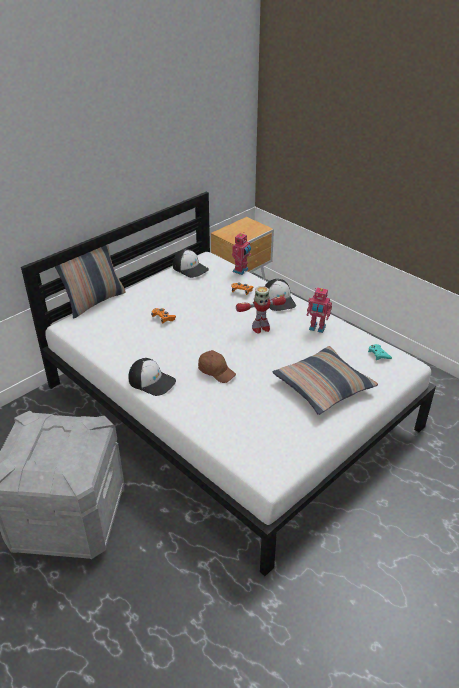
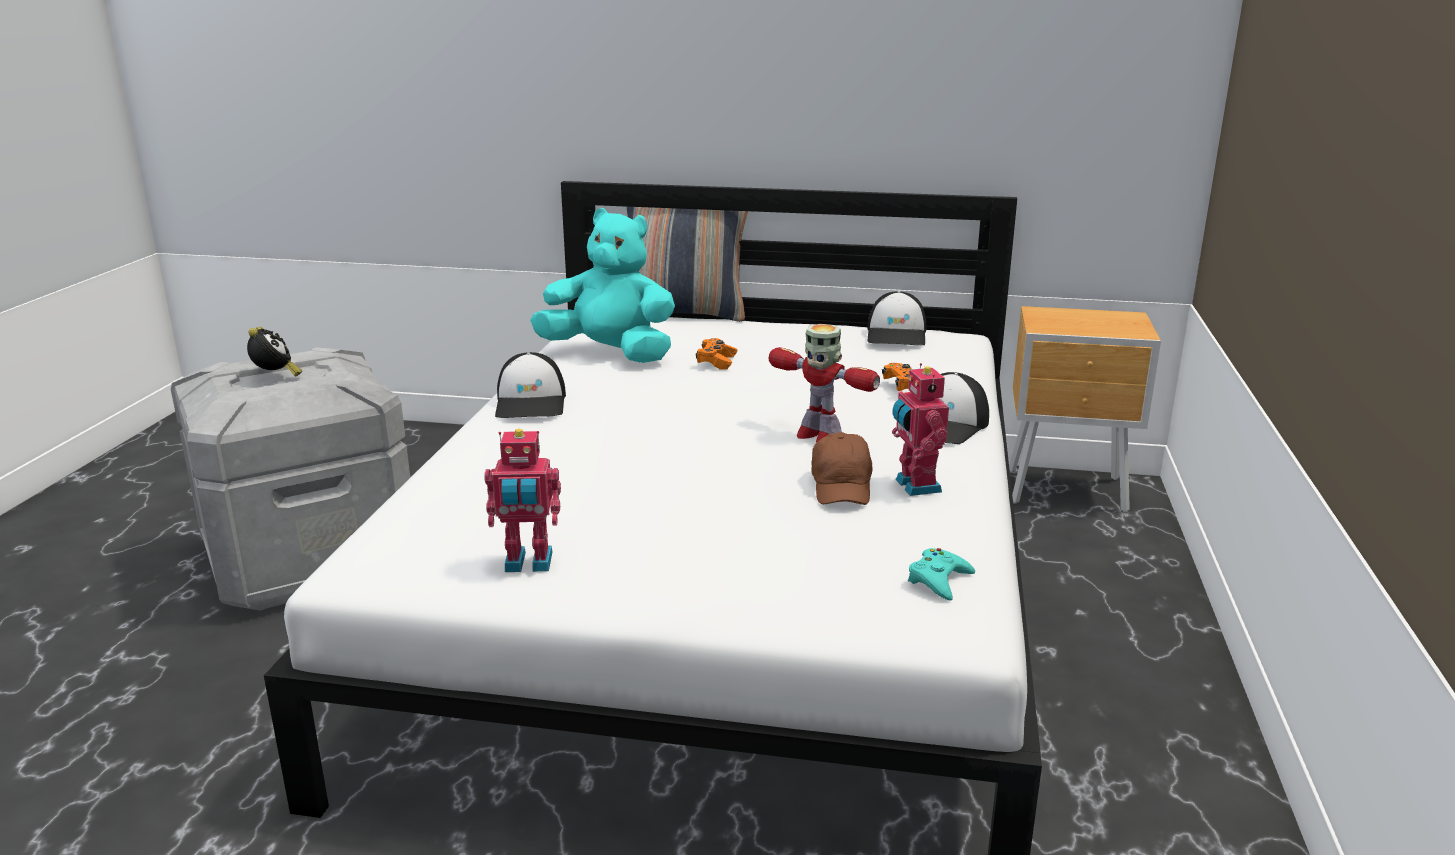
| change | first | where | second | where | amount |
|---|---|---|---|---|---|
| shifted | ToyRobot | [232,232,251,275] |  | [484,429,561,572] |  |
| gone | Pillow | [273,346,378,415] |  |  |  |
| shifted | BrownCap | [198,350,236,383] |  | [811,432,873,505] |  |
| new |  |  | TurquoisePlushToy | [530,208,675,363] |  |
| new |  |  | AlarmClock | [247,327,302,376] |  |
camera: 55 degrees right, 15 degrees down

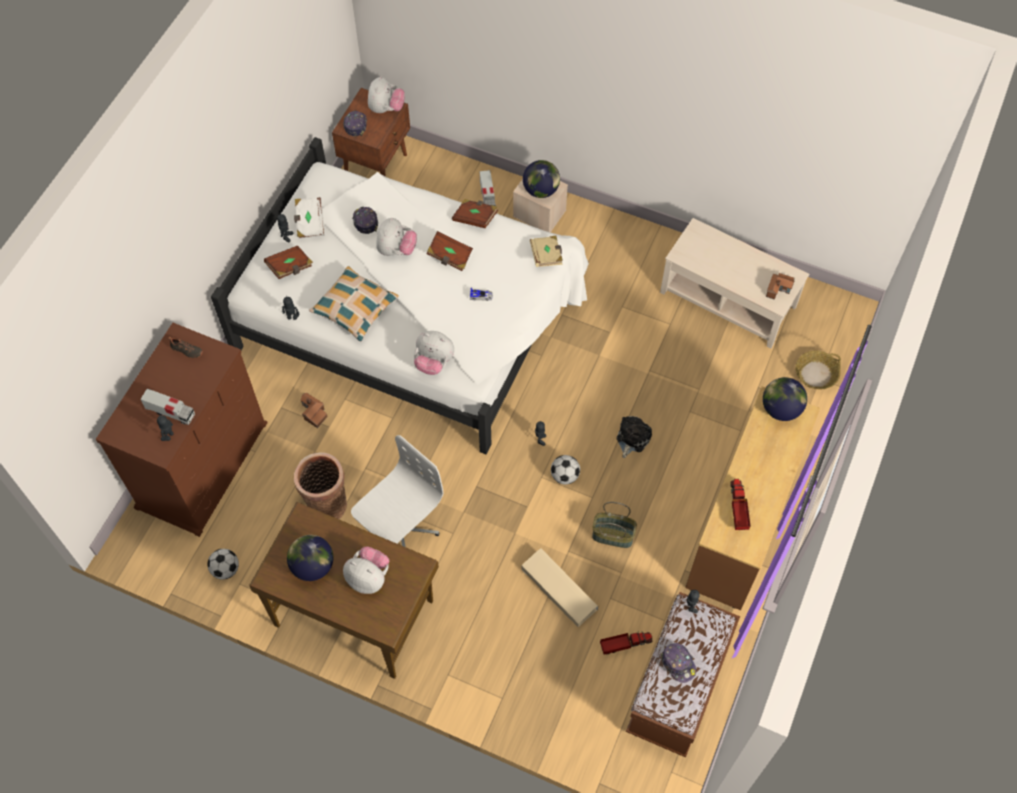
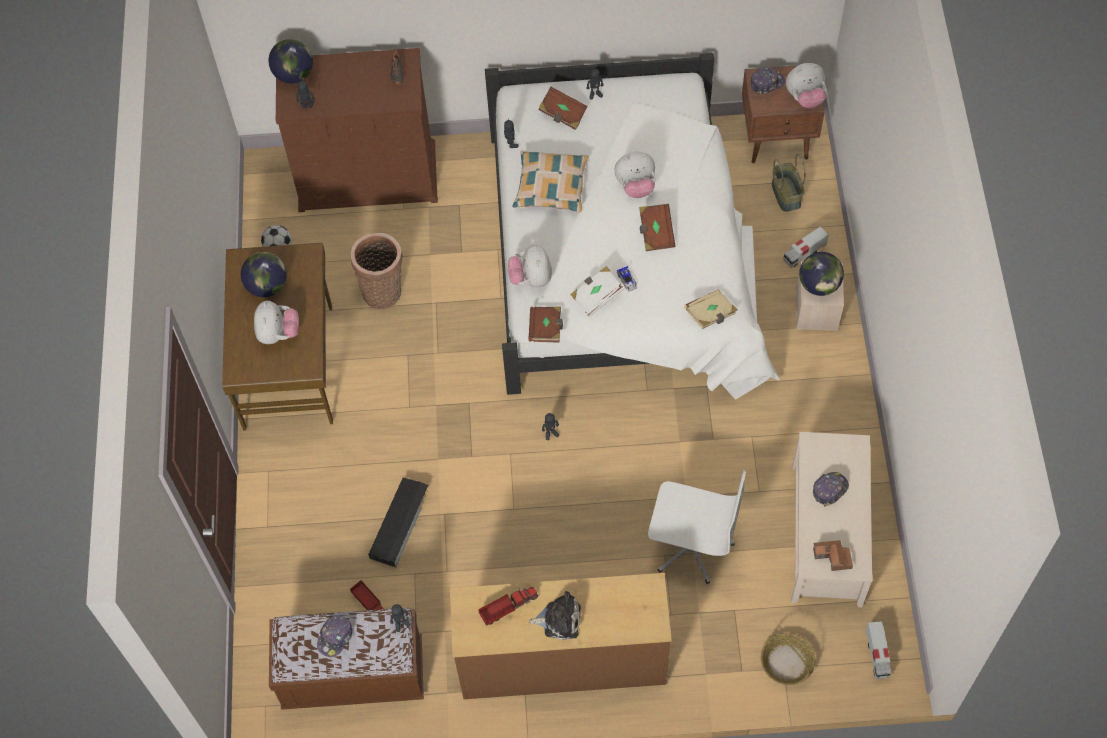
| change | first | where | second | where | amount |
|---|---|---|---|---|---|
| shifted | WhiteBook | [294,197,325,238] |  | [570,266,624,317] |  |
| shifted | BrownBook | [452,199,498,228] |  | [528,306,563,343] |  |
| shifted | Cap | [352,207,378,234] |  | [813,472,849,507] |  |
| shifted | Globe | [763,377,807,421] |  | [269,39,313,84] |  |
| shifted | ToyTruck | [140,388,195,425] |  | [866,621,891,679] |  |
| gone | ToyHouse | [300,393,328,428] |  |  |  |
| shifted | PlushToy | [617,416,652,458] |  | [529,591,581,640] |  |
| shifted | WhiteOfficeChair | [351,435,443,547] |  | [648,470,746,584] |  |
| gone | Football | [551,455,580,485] |  |  |  |
| shifted | Basket | [592,502,637,548] |  | [772,154,806,212] |  |
| repainted | BeigeStorageBox | [521,548,598,627] | BlackStorageBox | [368,478,428,567] |  |
camera: 65 degrees right, 0 degrees up

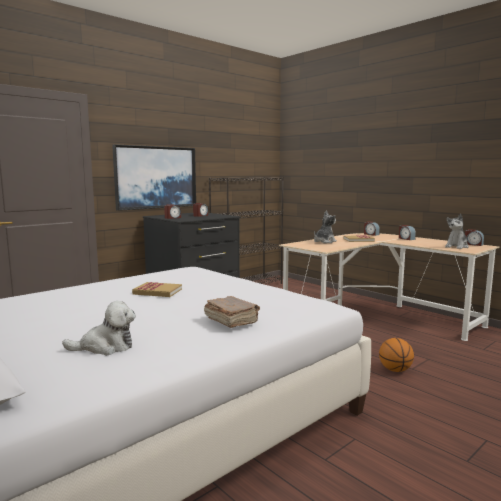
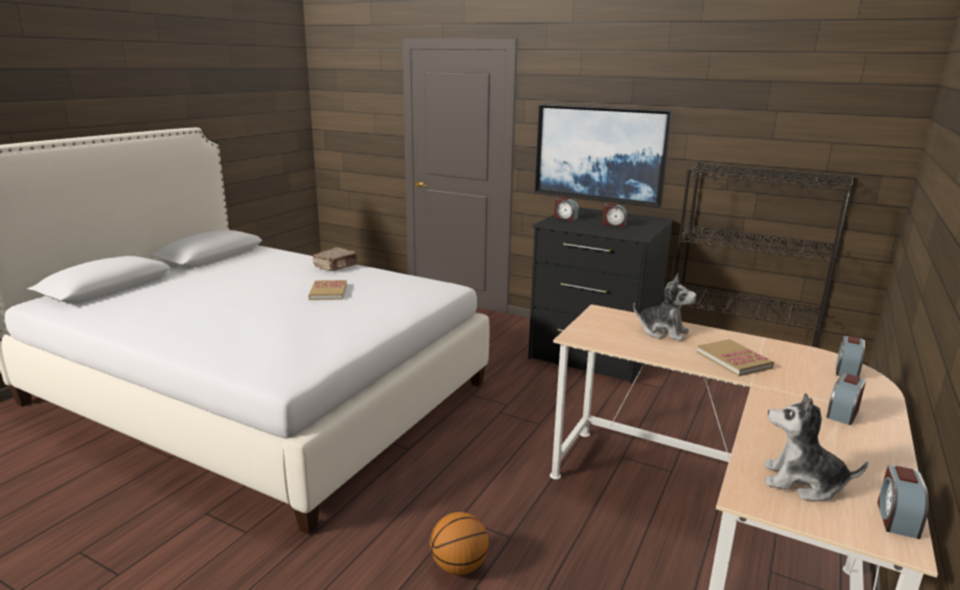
| change | first | where | second | where | amount |
|---|---|---|---|---|---|
| shifted | BrownBook | [204,296,260,328] |  | [313,247,358,271] |  |
| gone | PlushToy | [62,301,136,356] |  |  |  |
camera: 70 degrees right, 10 degrees up

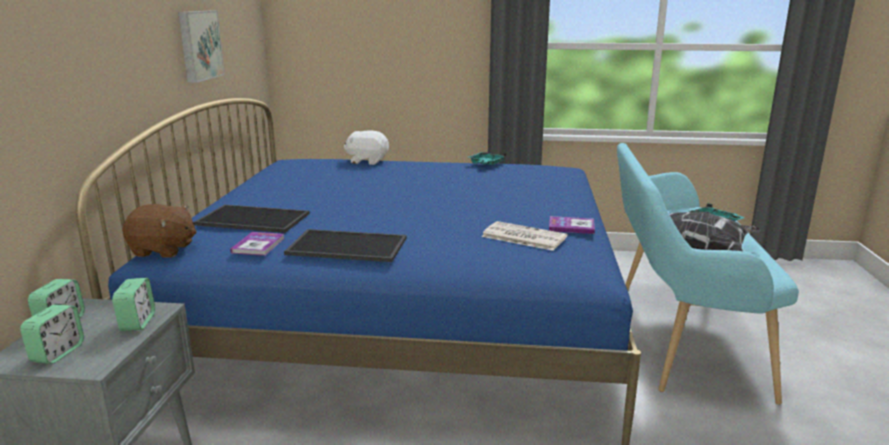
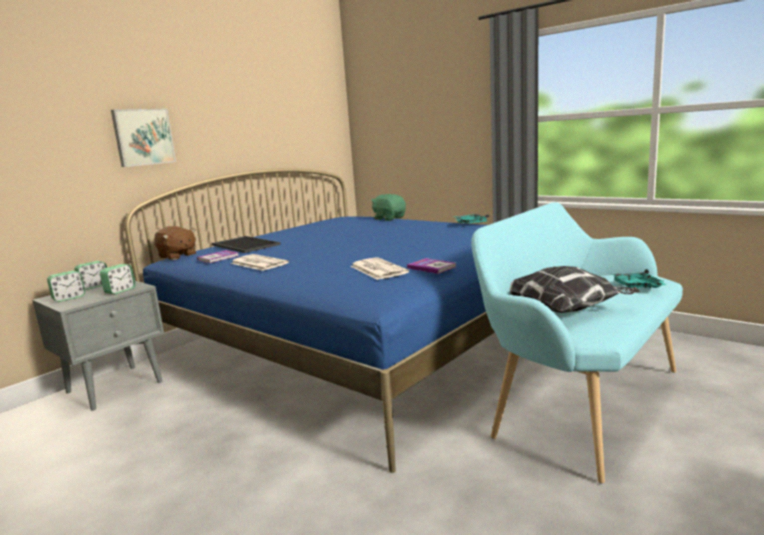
| change | first | where | second | where | amount |
|---|---|---|---|---|---|
| shifted | Picture | [178,11,225,83] |  | [111,109,176,167] |  |
| repainted | WhitePlushToy | [343,130,389,165] | GreenPlushToy | [371,194,406,221] |  |
| swapped | Tray | [284,229,407,262] | Newspaper | [230,254,289,271] |  |
camera: 35 degrees right, 5 degrees down

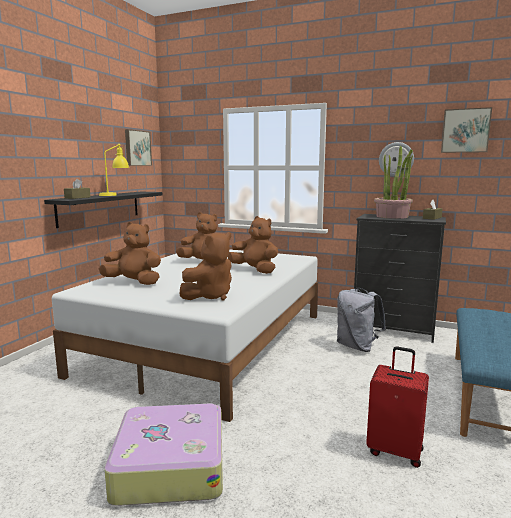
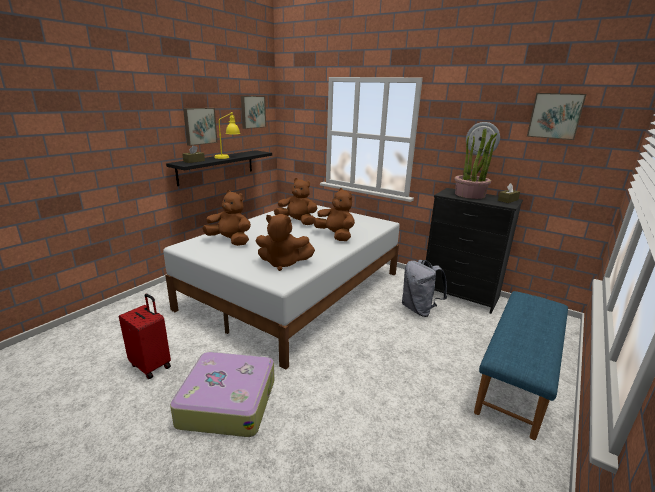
| change | first | where | second | where | amount |
|---|---|---|---|---|---|
| rotated | BrownPlushToy | [180,232,232,301] |  | [256,214,315,271] | 45 degrees clockwise |
| shifted | RedSuitcase | [366,346,429,468] |  | [119,294,171,379] |  |
| new |  |  | Picture | [183,108,218,146] |  |
camera: 10 degrees right, 10 degrees up

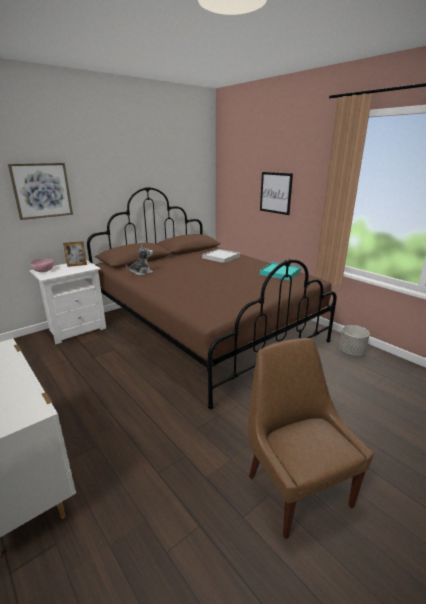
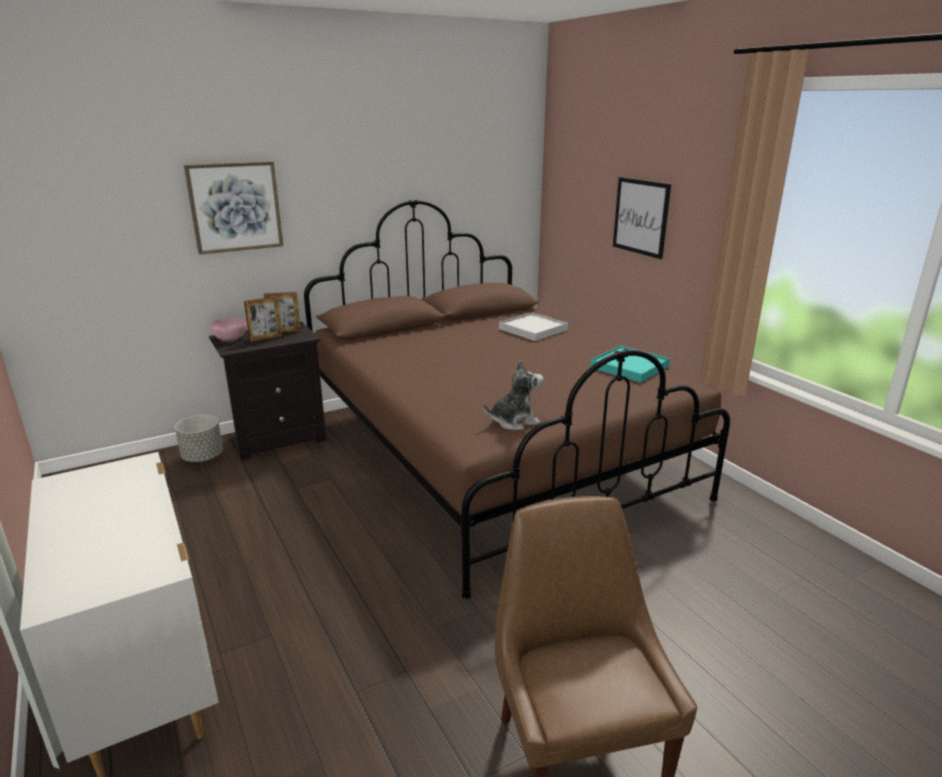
| change | first | where | second | where | amount |
|---|---|---|---|---|---|
| shifted | PlushToy | [126,243,153,276] |  | [483,360,543,430] |  |
| repainted | WhiteNightstand | [29,260,106,344] | BlackNightstand | [209,322,326,461] |  |
| shifted | GreyPlanter | [339,325,370,356] |  | [175,415,223,462] |  |
| new |  |  | PictureFrame | [244,296,283,342] |  |
camera: 10 degrees right, 0 degrees up

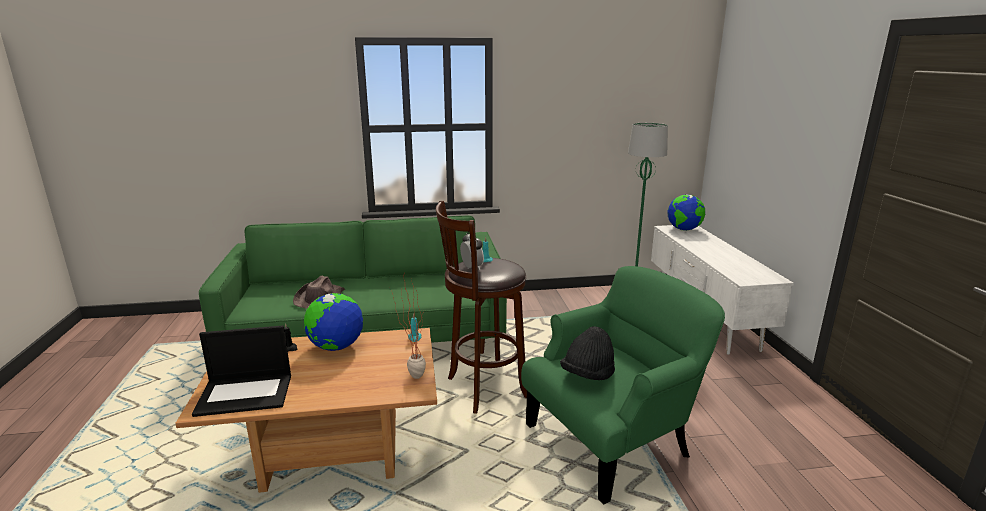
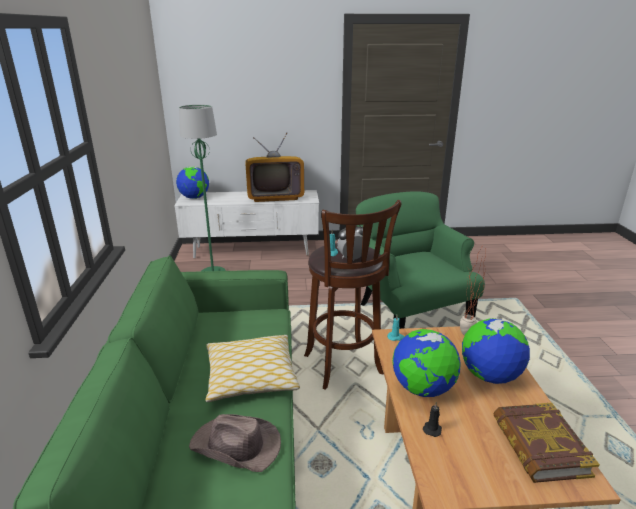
| change | first | where | second | where | amount |
|---|---|---|---|---|---|
| swapped | Laptop | [192,325,291,417] | Book | [494,403,600,483] |  |
| gone | BlackHat | [560,326,615,380] |  |  |  |
| new |  |  | Television | [245,132,304,202] |  |
| new |  |  | Globe | [462,318,530,384] |  |
| new |  |  | Pillow | [205,335,300,402] |  |
camera: 85 degrees left, 5 degrees up

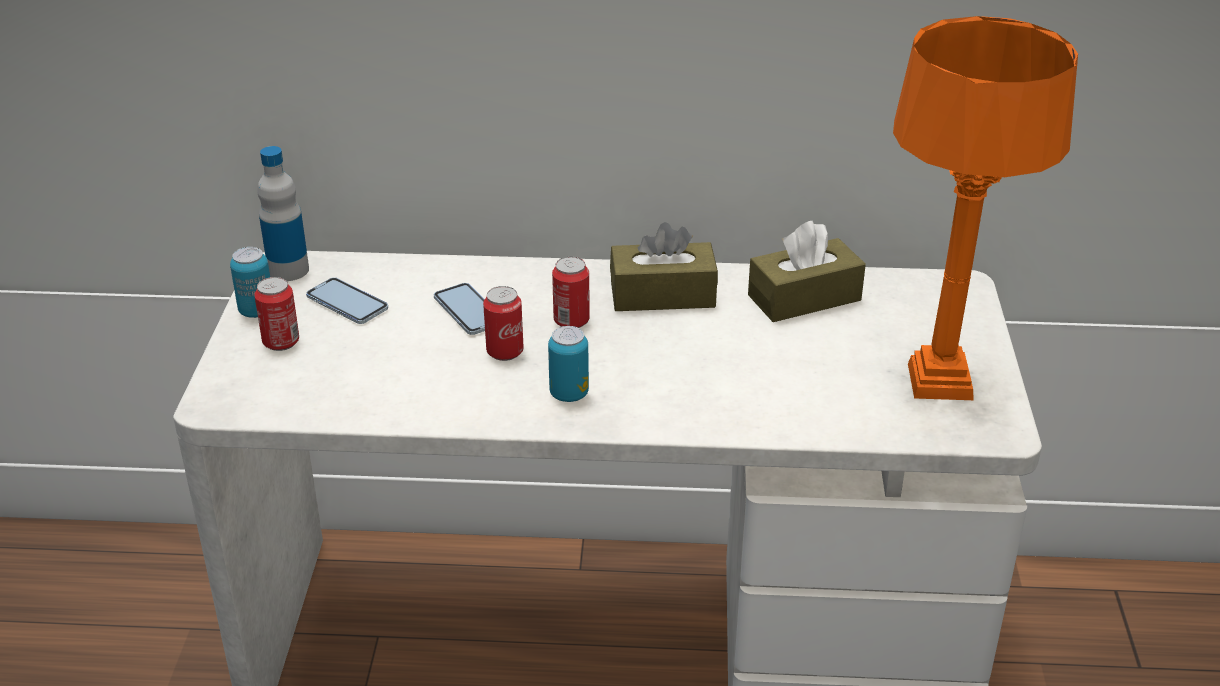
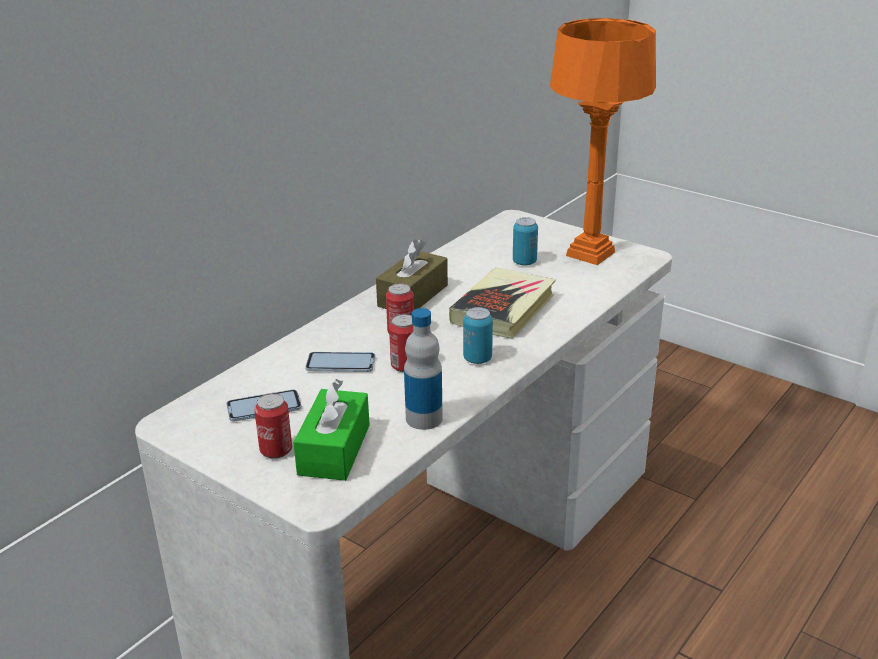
| change | first | where | second | where | amount |
|---|---|---|---|---|---|
| shifted | Bottle | [257,146,309,281] |  | [404,308,443,430] |  |
| gone | BrownTissueBox | [748,221,866,322] |  |  |  |
| shifted | Can | [230,247,270,318] |  | [513,217,538,266] |  |
| new |  |  | Book | [449,267,556,339] |  |
| new |  |  | GreenTissueBox | [293,379,370,481] |  |
camera: 55 degrees left, 5 degrees down

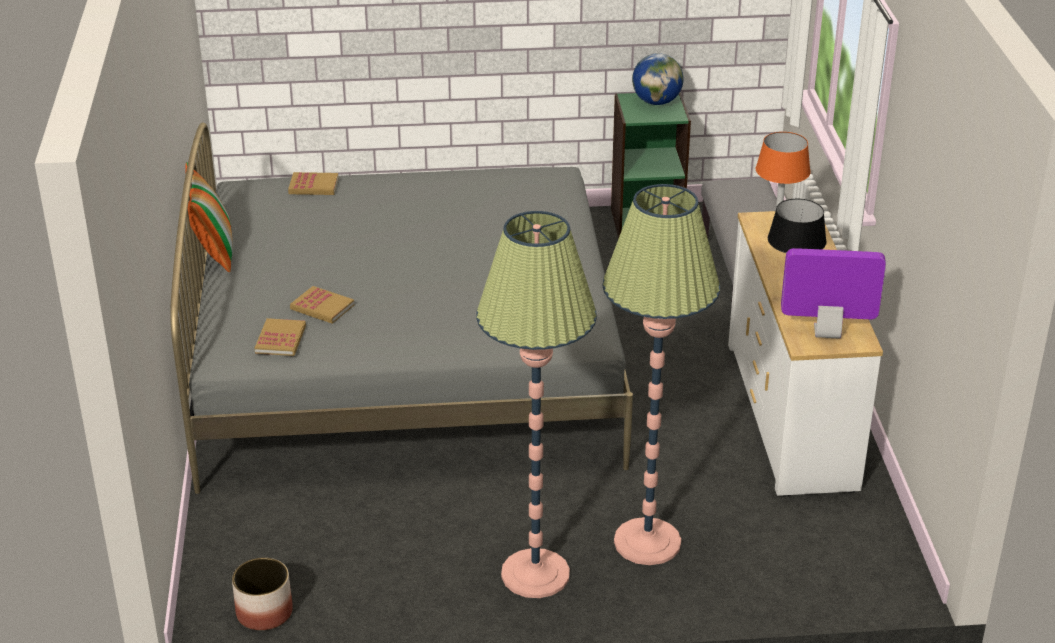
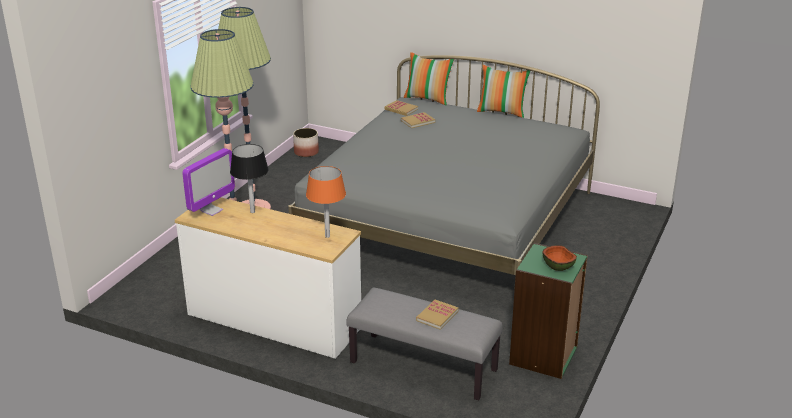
| change | first | where | second | where | amount |
|---|---|---|---|---|---|
| swapped | Globe | [632,53,683,105] | Bowl | [542,245,577,271] |  |
| shifted | Book | [288,172,338,195] |  | [416,300,458,330] |  |
| new |  |  | Pillow | [404,52,454,105] |  |
camera: 120 degrees right, 5 degrees down

